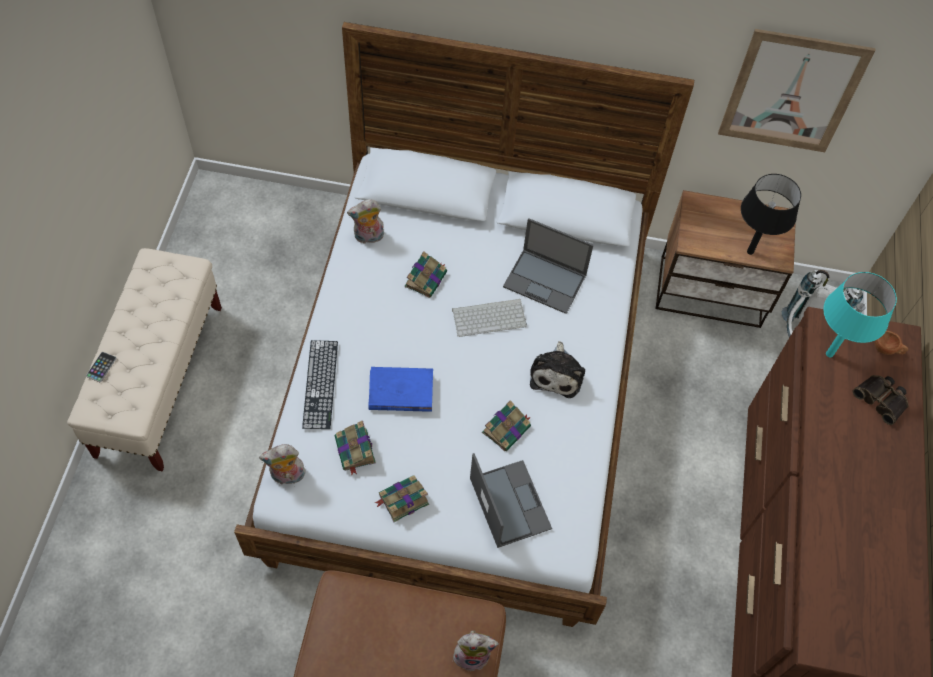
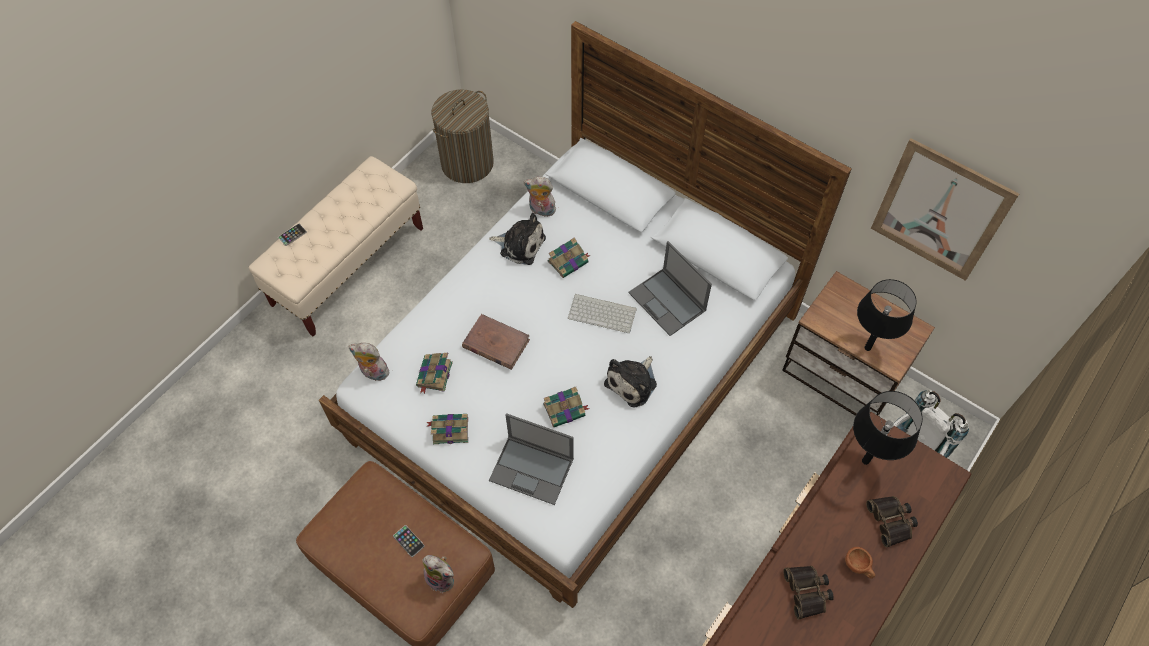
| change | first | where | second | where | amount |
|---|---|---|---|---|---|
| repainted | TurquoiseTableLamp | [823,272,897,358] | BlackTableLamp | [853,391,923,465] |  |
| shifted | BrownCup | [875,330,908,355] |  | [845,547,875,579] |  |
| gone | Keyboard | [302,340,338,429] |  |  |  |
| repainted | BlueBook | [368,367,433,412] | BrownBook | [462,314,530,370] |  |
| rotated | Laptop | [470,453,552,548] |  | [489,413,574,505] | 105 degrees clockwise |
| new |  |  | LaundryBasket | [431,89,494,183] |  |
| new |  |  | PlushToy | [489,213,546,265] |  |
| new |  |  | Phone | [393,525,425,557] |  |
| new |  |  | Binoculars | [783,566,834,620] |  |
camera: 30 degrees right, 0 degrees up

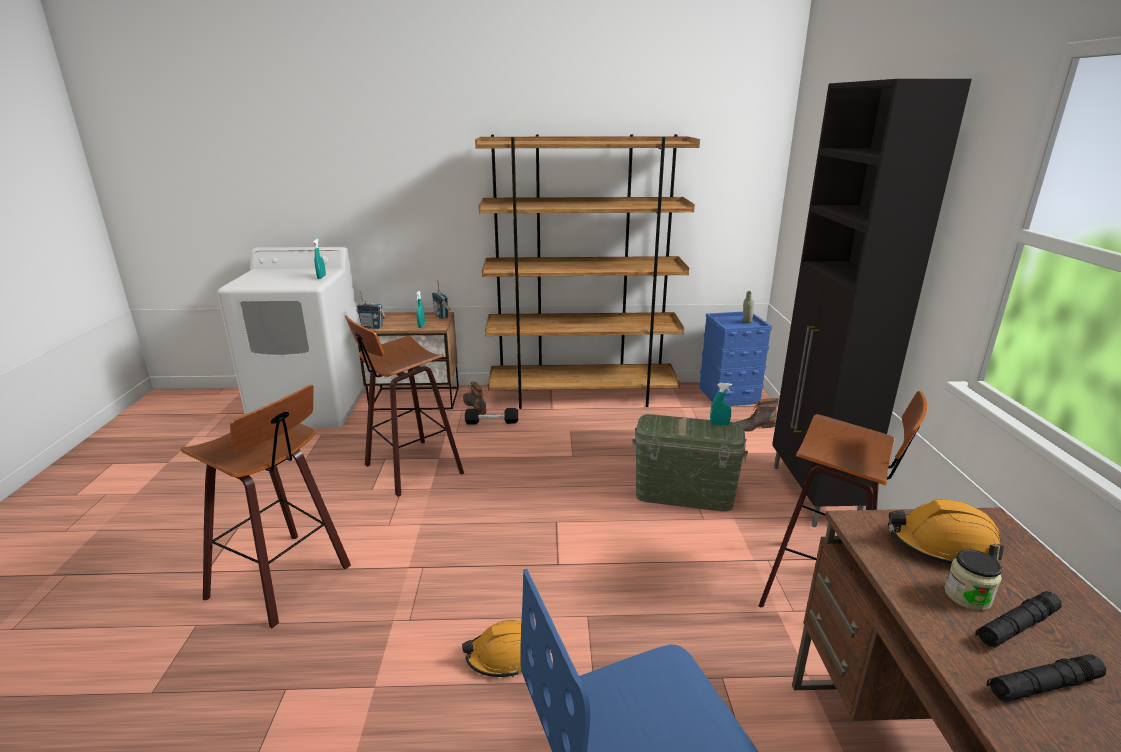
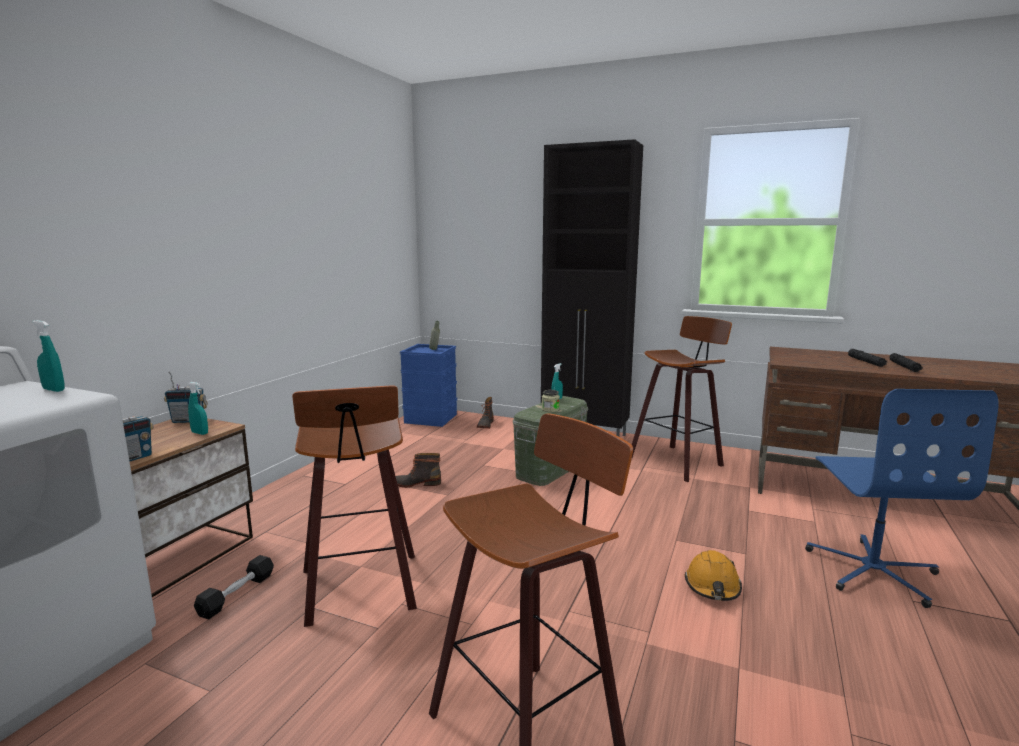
| change | first | where | second | where | amount |
|---|---|---|---|---|---|
| gone | BrownBookcase | [475,134,700,409] |  |  |  |
| shifted | Boot | [463,382,486,415] |  | [396,453,441,488] |  |
| shifted | BlackDumbbell | [465,408,518,425] |  | [194,555,274,619] |  |
| gone | OrangeHardHat | [888,499,1004,565] |  |  |  |
| shifted | Jar | [944,549,1002,611] |  | [542,390,560,412] |  |
camera: 65 degrees left, 10 degrees down

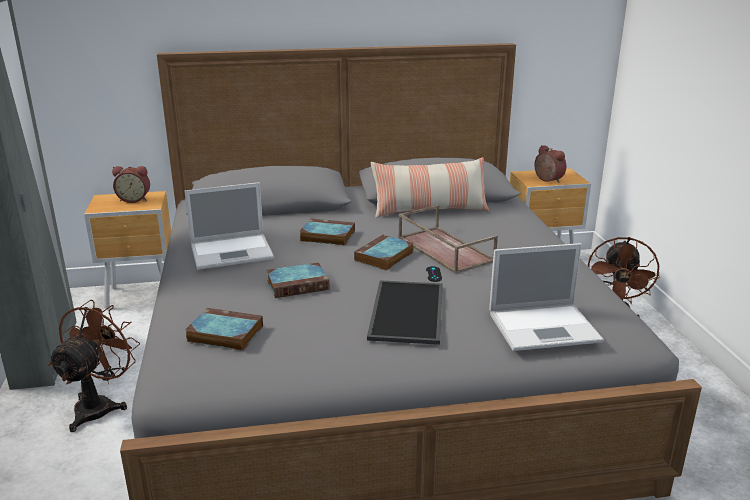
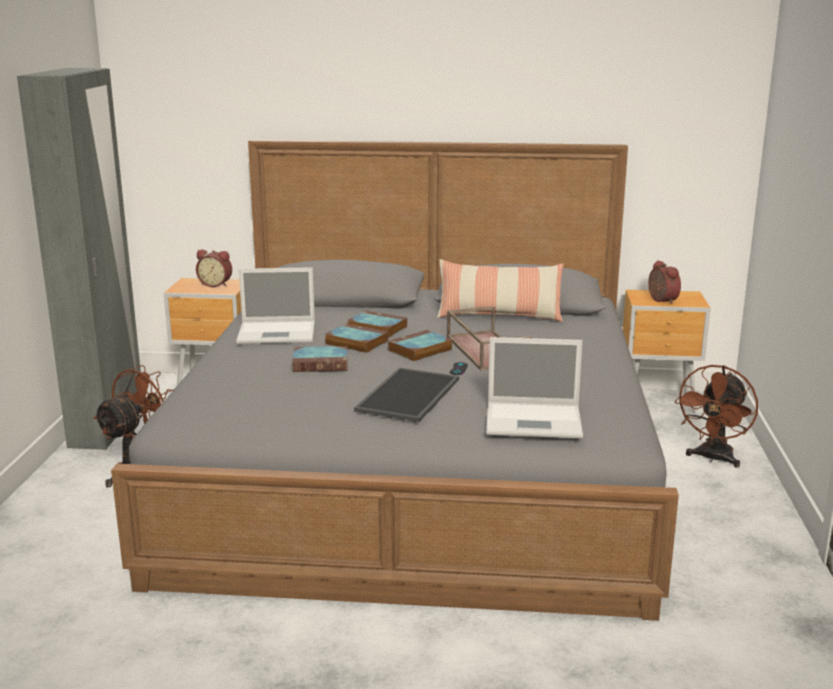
| change | first | where | second | where | amount |
|---|---|---|---|---|---|
| shifted | Book | [185,308,263,351] |  | [325,324,388,353] |  |
camera: 15 degrees right, 5 degrees down

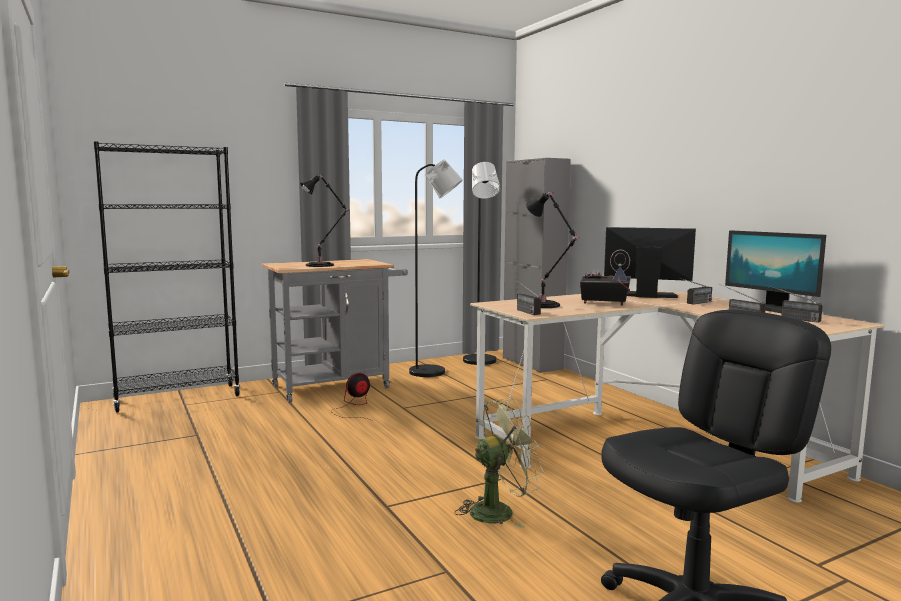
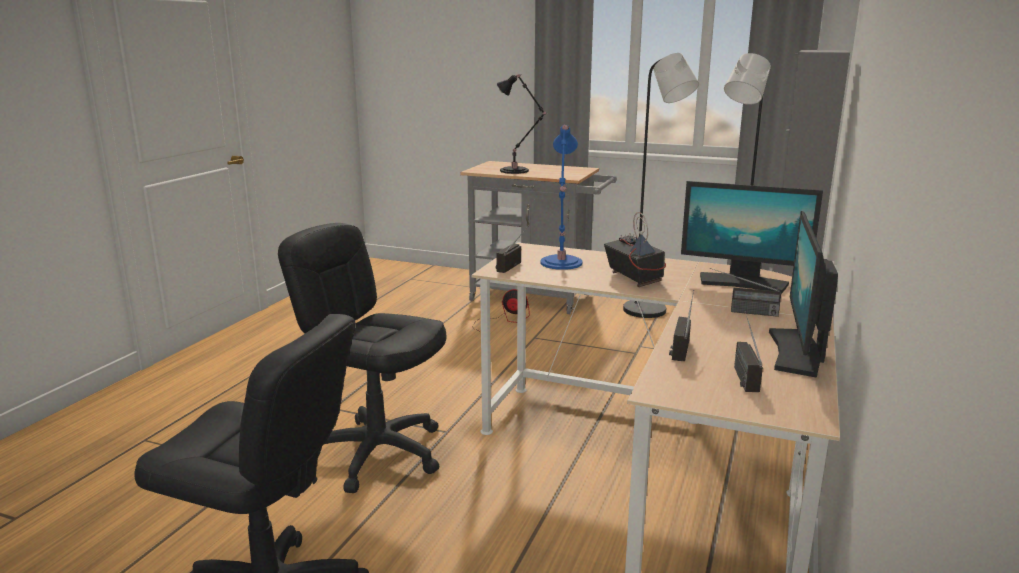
| change | first | where | second | where | amount |
|---|---|---|---|---|---|
| gone | BlackBookcase | [94,142,241,413] |  |  |  |
| repainted | BlackTableLamp | [526,192,579,308] | BlueTableLamp | [540,125,583,270] |  |
| rotated | Monitor | [604,227,696,298] |  | [681,181,823,294] | 135 degrees clockwise |
| swapped | GreenFan | [454,398,544,529] | BlackOfficeChair | [278,223,446,493] |  |
camera: 50 degrees right, 10 degrees up

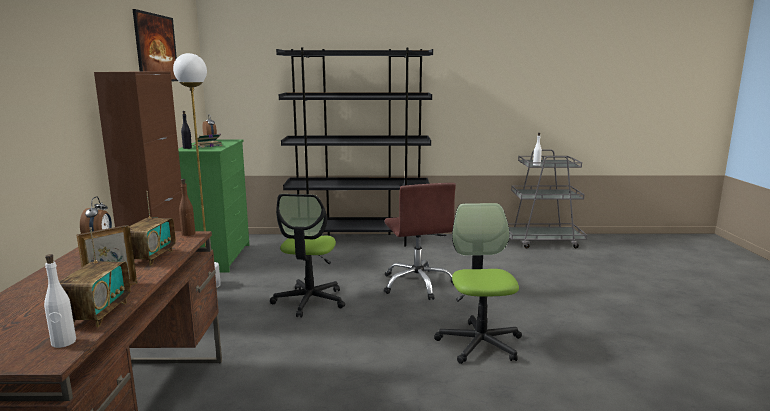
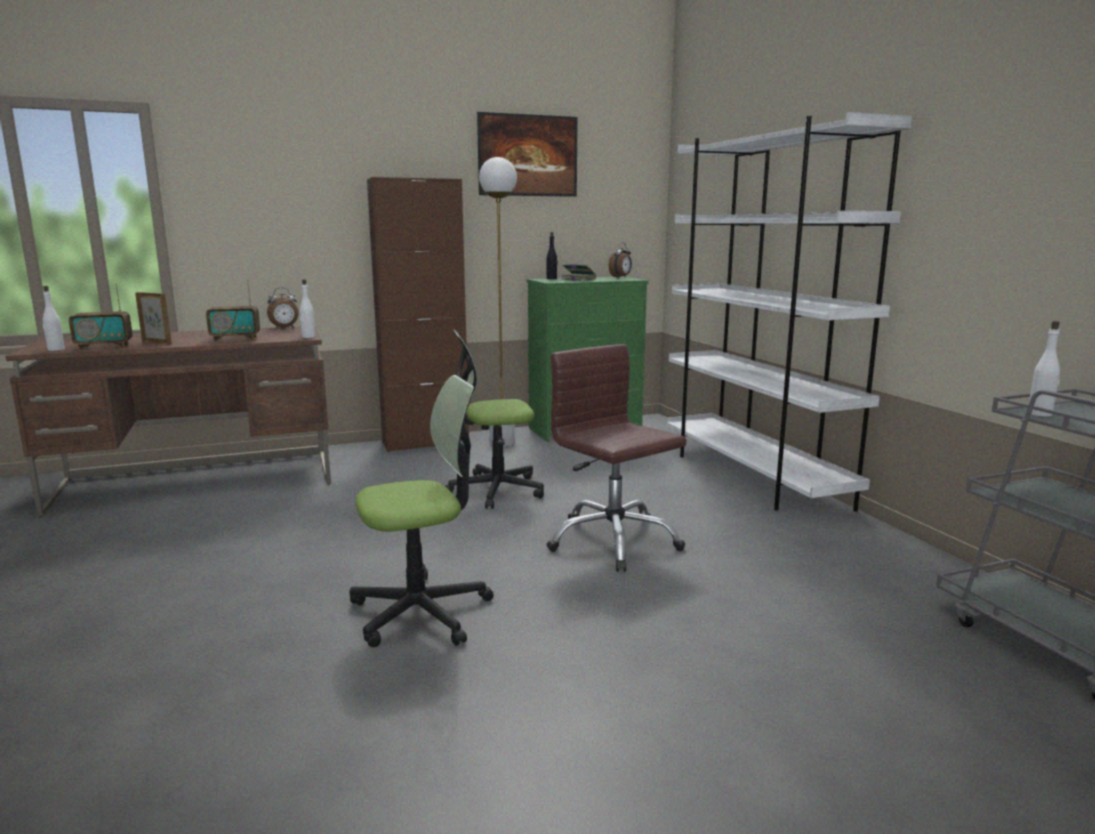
| change | first | where | second | where | amount |
|---|---|---|---|---|---|
| repainted | BlackBookcase | [276,47,433,247] | WhiteBookcase | [666,112,912,512] |  |
| repainted | BrownBottle | [179,179,195,236] | WhiteBottle | [300,279,315,338] |  |
| rotated | BrownOfficeChair | [384,183,456,300] |  | [547,344,687,572] | 90 degrees clockwise |
camera: 70 degrees right, 0 degrees up

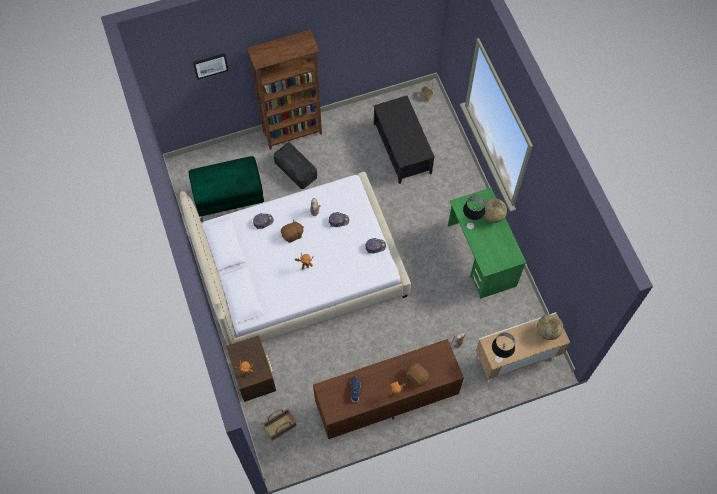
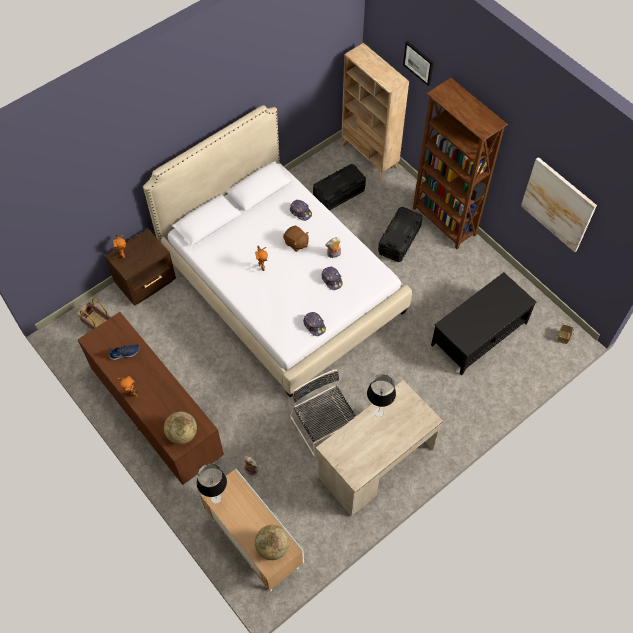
| change | first | where | second | where | amount |
|---|---|---|---|---|---|
| swapped | GreenOttoman | [189,156,265,222] | BlackStorageBox | [313,164,366,211] |  |
| repainted | GreenDesk | [448,188,526,299] | BeigeDesk | [316,380,443,516] |  |
| shifted | Globe | [482,198,507,223] |  | [164,412,197,445] |  |
| gone | BrownPlushToy | [406,362,430,387] |  |  |  |
| new |  |  | BeigeBookcase | [342,43,409,179] |  |
| new |  |  | Picture | [521,157,597,252] |  |
| new |  |  | BlackChair | [290,369,356,457] |  |
camera: 70 degrees right, 5 degrees down

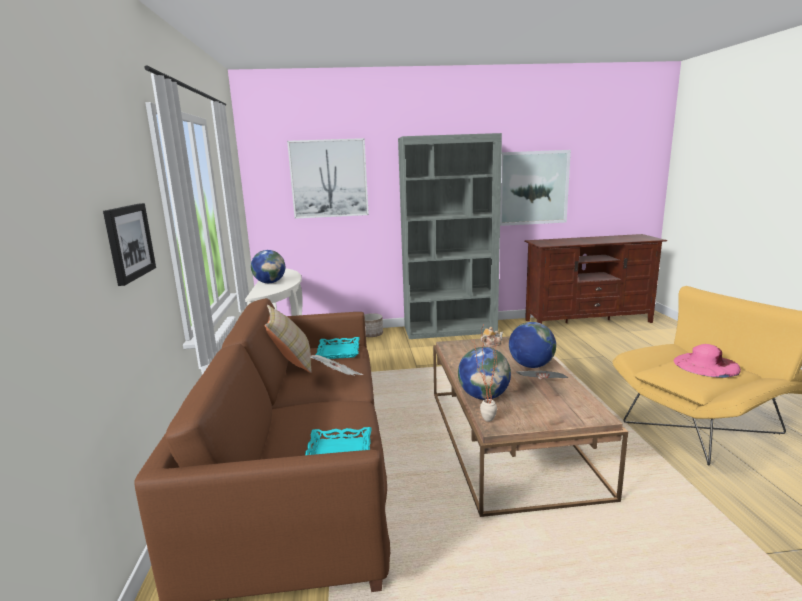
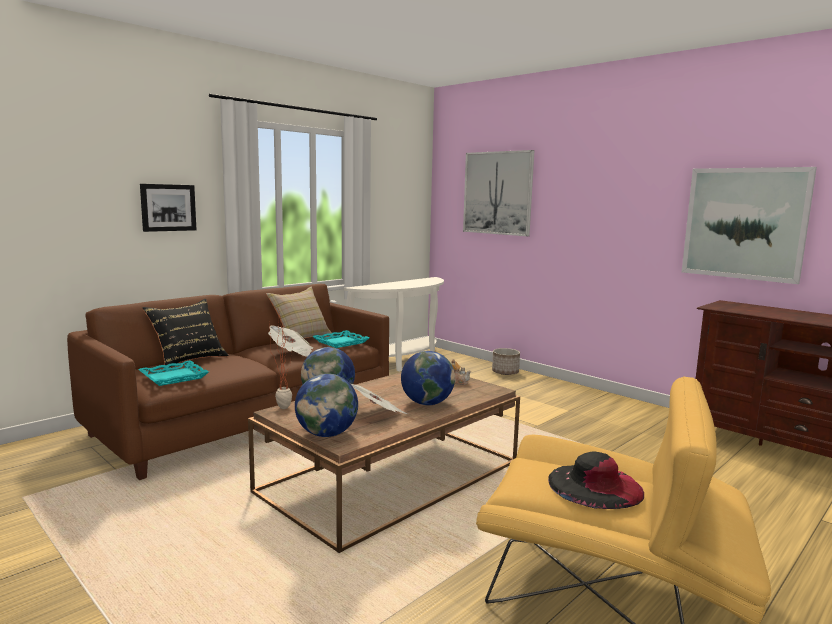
| change | first | where | second | where | amount |
|---|---|---|---|---|---|
| gone | GreyBookcase | [398,133,502,339] |  |  |  |
| shifted | Globe | [251,250,285,283] |  | [295,373,358,437] |  |
| repainted | PinkHat | [674,344,741,378] | BlackHat | [548,451,644,509] |  |
| new |  |  | BlackPillow | [143,299,229,368] |  |
camera: 50 degrees right, 5 degrees down

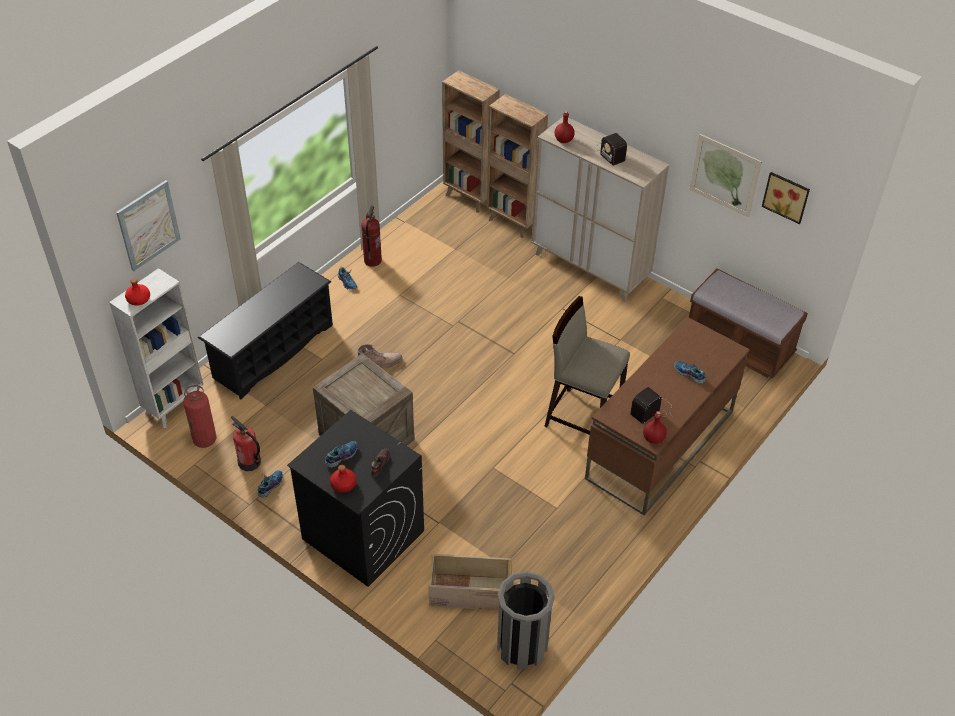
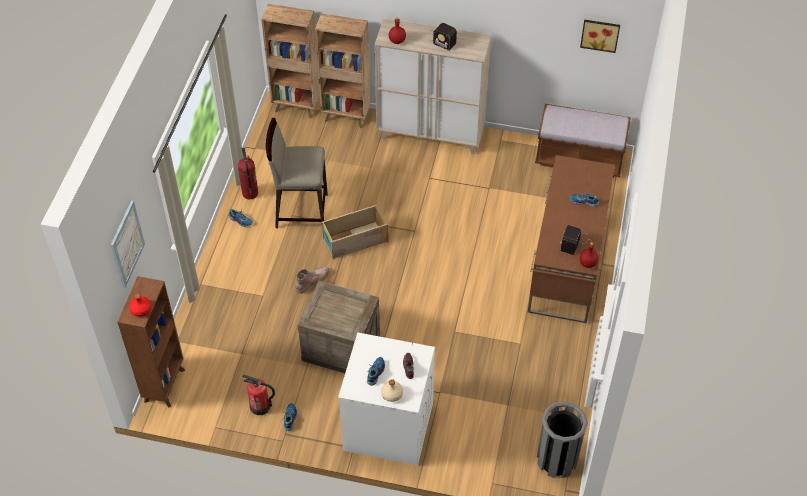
| change | first | where | second | where | amount |
|---|---|---|---|---|---|
| gone | Picture | [689,134,762,218] |  |  |  |
| gone | BlackShoeRack | [198,262,333,399] |  |  |  |
| repainted | WhiteBookcase | [109,268,203,428] | BrownBookcase | [117,276,185,408] |  |
| shifted | BeigeStool | [545,296,630,435] |  | [266,118,328,228] |  |
| gone | FireExtinguisher | [183,385,216,448] |  |  |  |
| repainted | BlackWashingMachine | [287,410,424,587] | WhiteWashingMachine | [338,332,435,466] |  |
| repainted | RedBottle | [330,465,357,493] | BeigeBottle | [381,379,403,402] |  |
| shifted | Crate | [428,554,513,611] |  | [322,203,389,259] |  |
camera: 25 degrees left, 5 degrees up

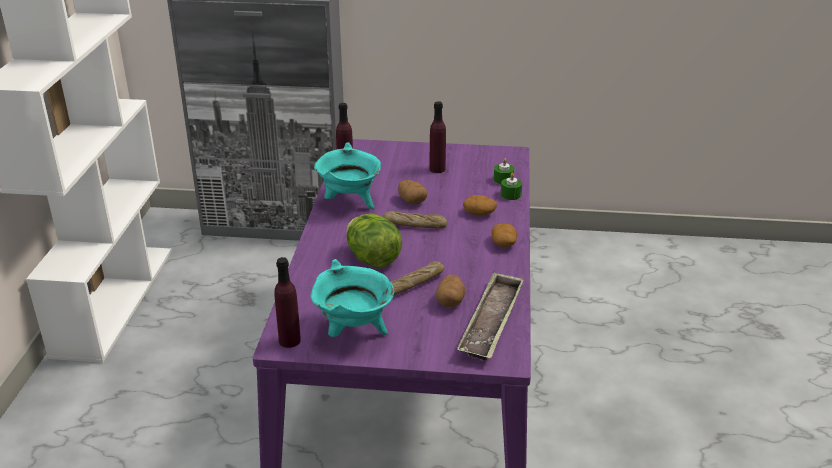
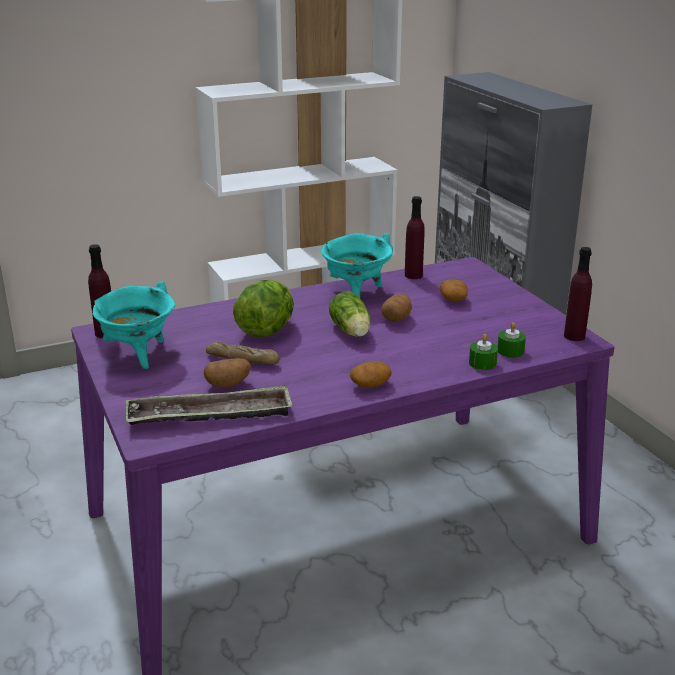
| change | first | where | second | where | amount |
|---|---|---|---|---|---|
| shifted | PurpleBottle | [429,101,446,173] |  | [564,247,592,341] |  |
| shifted | Potato | [463,195,497,215] |  | [440,280,468,302] |  |
| swapped | Bread | [383,211,447,229] | Lettuce | [329,291,371,337] |  |
camera: 60 degrees right, 5 degrees down

